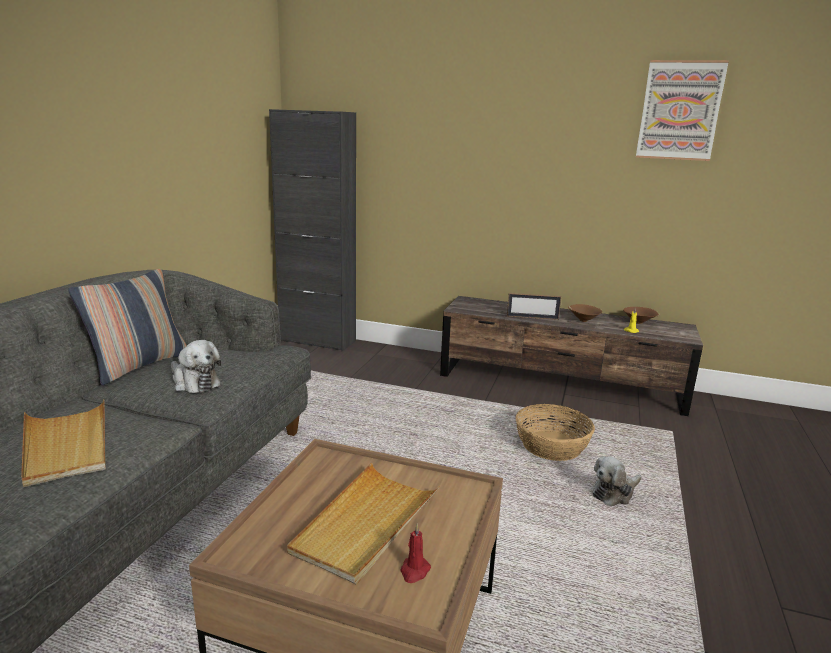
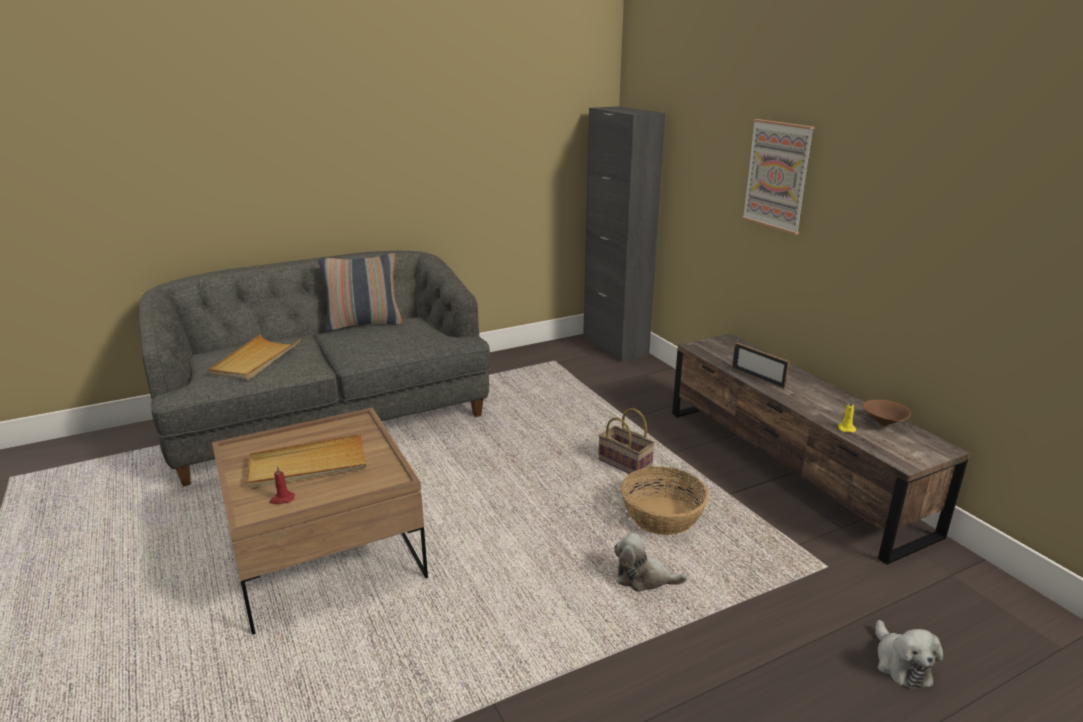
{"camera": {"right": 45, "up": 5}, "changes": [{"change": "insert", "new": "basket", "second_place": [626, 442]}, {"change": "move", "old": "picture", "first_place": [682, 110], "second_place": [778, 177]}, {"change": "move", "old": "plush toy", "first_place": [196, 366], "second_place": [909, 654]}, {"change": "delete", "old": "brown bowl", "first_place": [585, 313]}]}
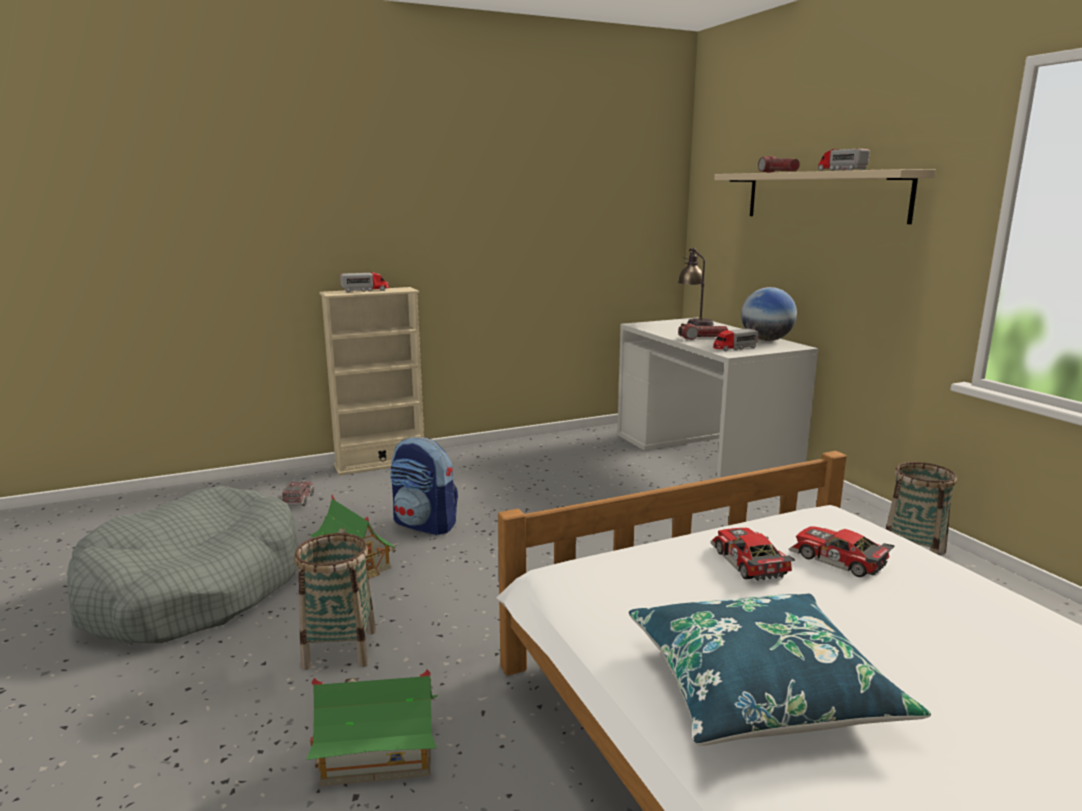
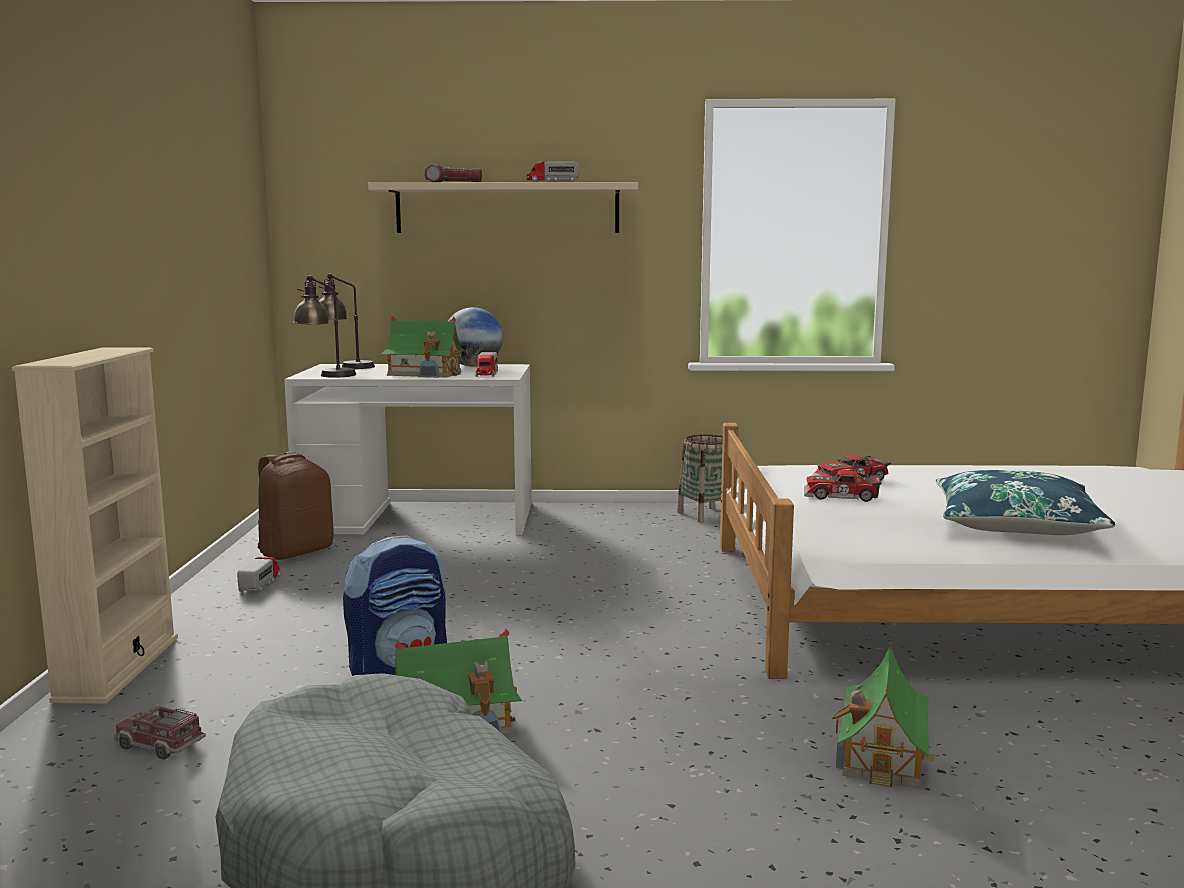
{"camera": {"right": -65, "up": -5}, "changes": [{"change": "move", "old": "toy truck", "first_place": [364, 282], "second_place": [259, 574]}, {"change": "insert", "new": "brown backpack", "second_place": [296, 505]}, {"change": "insert", "new": "table lamp", "second_place": [324, 327]}, {"change": "replace", "old": "flashlight", "new": "toy house", "first_place": [703, 331], "second_place": [423, 347]}, {"change": "delete", "old": "basket", "first_place": [335, 601]}]}
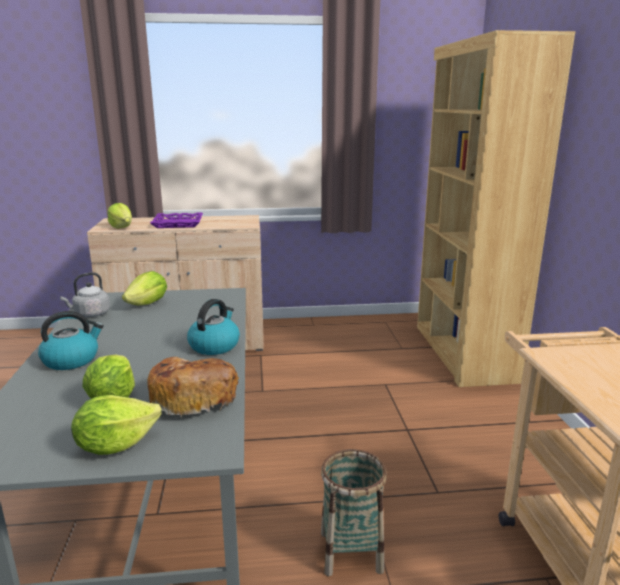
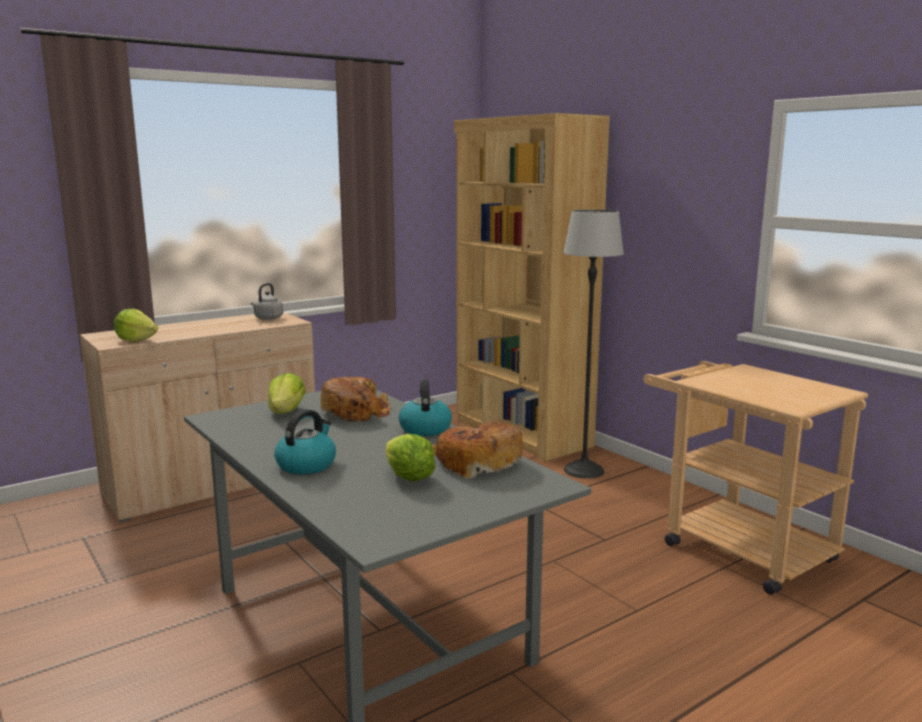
{"camera": {"right": -30, "up": -5}, "changes": [{"change": "move", "old": "grey kettle", "first_place": [85, 294], "second_place": [267, 301]}, {"change": "insert", "new": "bread", "second_place": [356, 399]}, {"change": "insert", "new": "floor lamp", "second_place": [593, 344]}, {"change": "delete", "old": "lettuce", "first_place": [116, 425]}, {"change": "delete", "old": "purple tray", "first_place": [176, 220]}, {"change": "delete", "old": "basket", "first_place": [354, 512]}]}
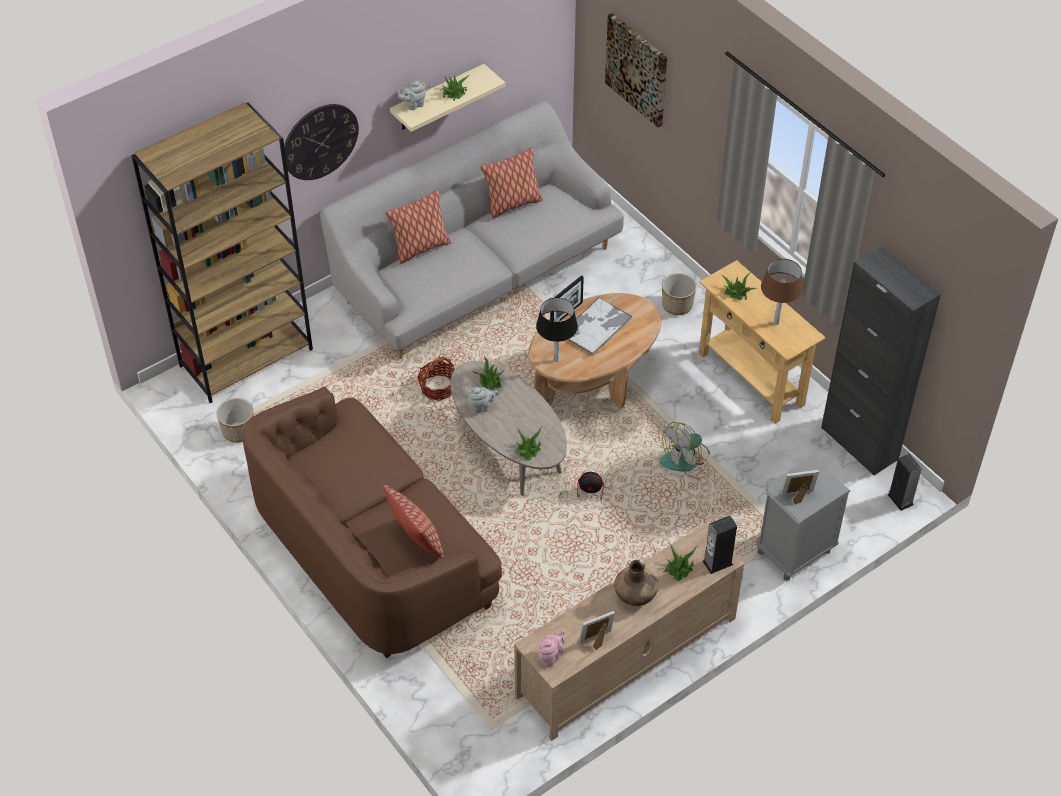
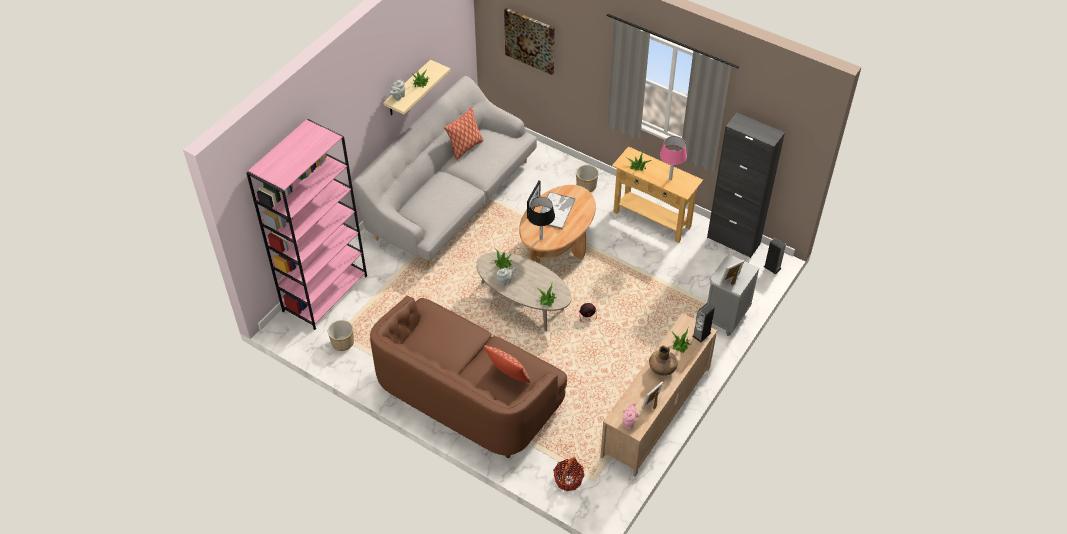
{"camera": {"right": -20, "up": 0}, "changes": [{"change": "recolor", "old": "brown bookcase", "new": "pink bookcase", "first_place": [222, 252], "second_place": [306, 224]}, {"change": "move", "old": "basket", "first_place": [436, 379], "second_place": [568, 474]}, {"change": "recolor", "old": "brown table lamp", "new": "pink table lamp", "first_place": [782, 292], "second_place": [673, 158]}, {"change": "delete", "old": "wall clock", "first_place": [321, 142]}, {"change": "delete", "old": "pillow", "first_place": [418, 227]}, {"change": "delete", "old": "fan", "first_place": [684, 446]}]}
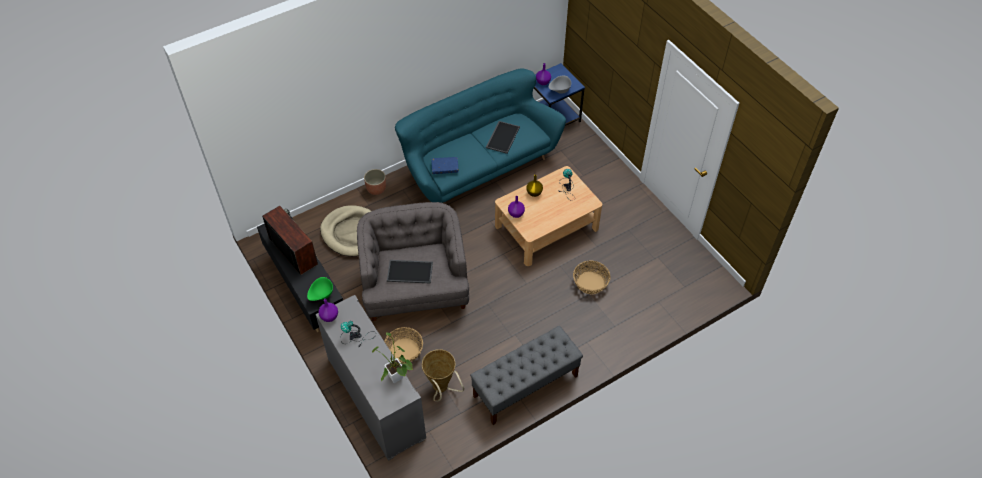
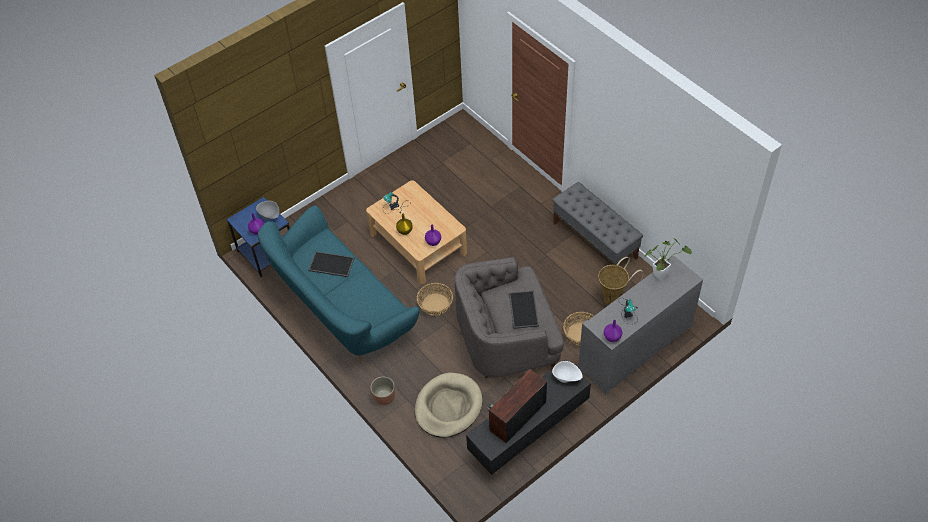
{"camera": {"right": -95, "up": 0}, "changes": [{"change": "move", "old": "basket", "first_place": [591, 277], "second_place": [435, 299]}, {"change": "recolor", "old": "green bowl", "new": "white bowl", "first_place": [320, 289], "second_place": [567, 372]}, {"change": "delete", "old": "blue book", "first_place": [445, 165]}]}
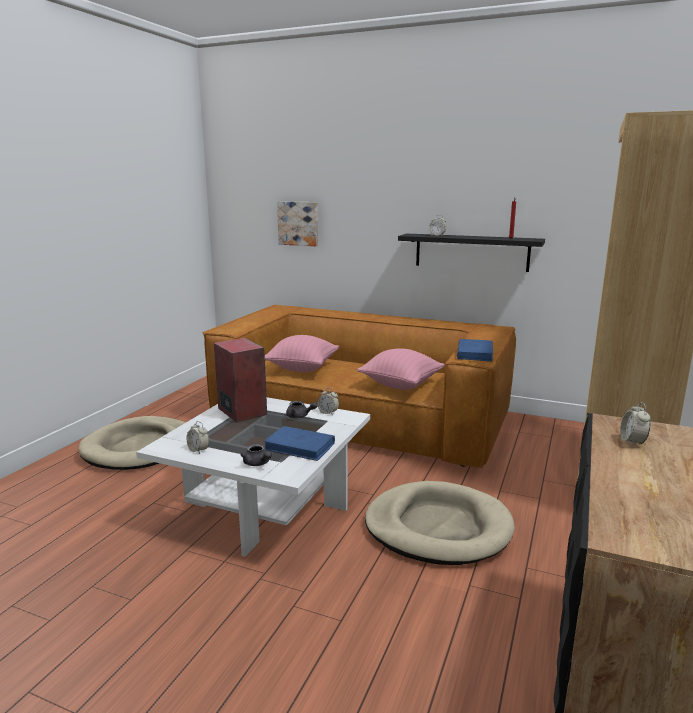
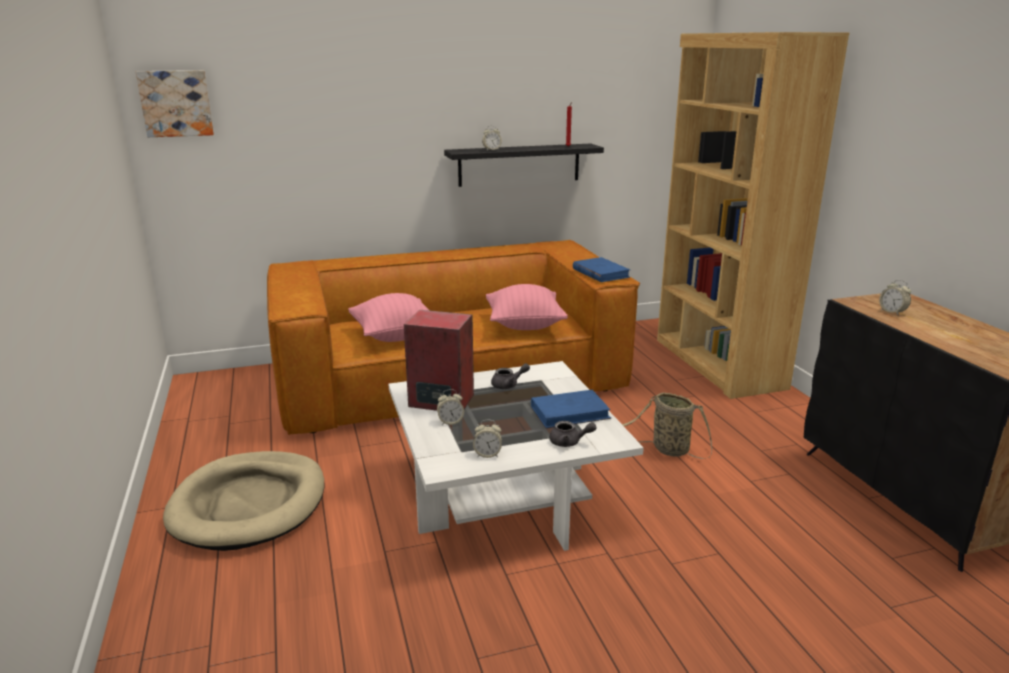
{"camera": {"right": -40, "up": 5}, "changes": [{"change": "move", "old": "picture", "first_place": [297, 223], "second_place": [175, 103]}, {"change": "move", "old": "alarm clock", "first_place": [328, 401], "second_place": [450, 407]}, {"change": "replace", "old": "beige dog bed", "new": "basket", "first_place": [440, 523], "second_place": [667, 426]}]}
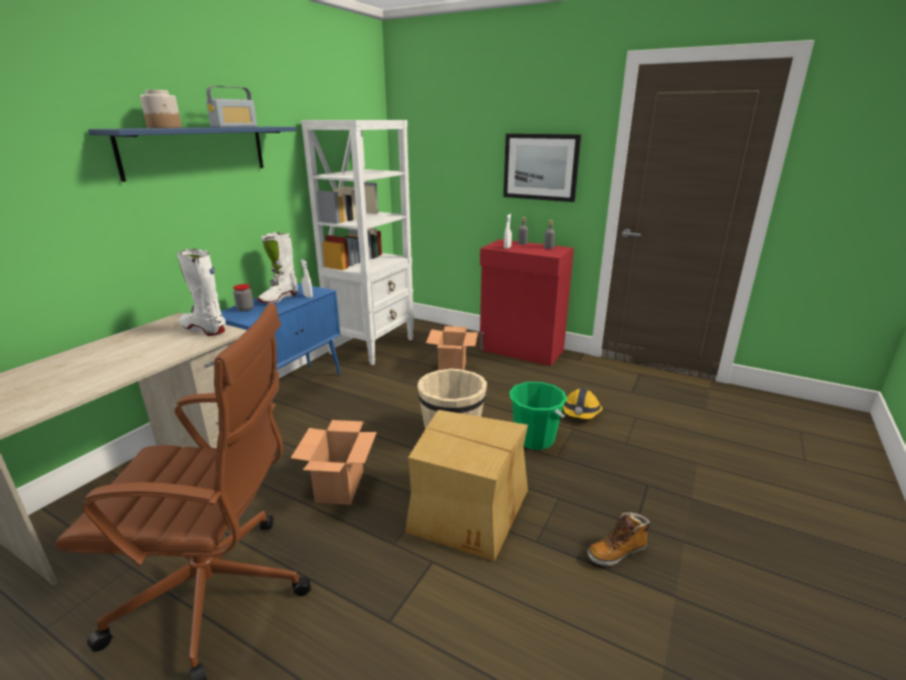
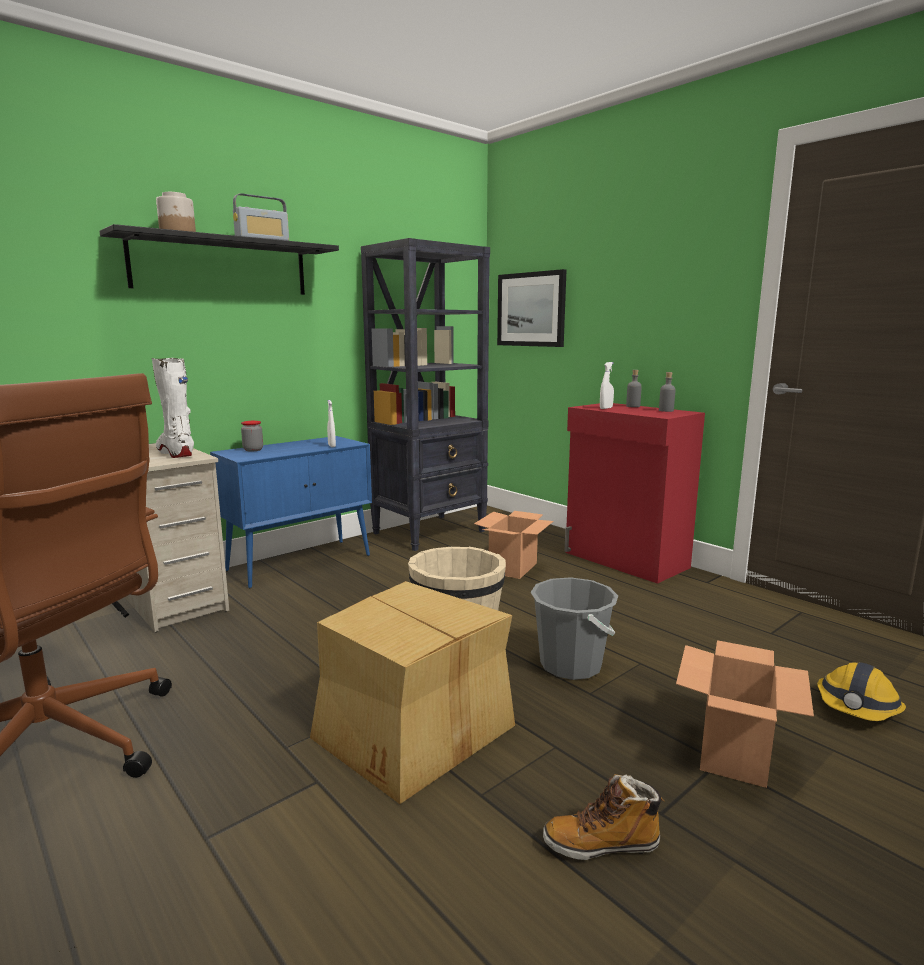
{"camera": {"right": 20, "up": -10}, "changes": [{"change": "recolor", "old": "blue shelf", "new": "black shelf", "first_place": [192, 154], "second_place": [219, 259]}, {"change": "recolor", "old": "white bookcase", "new": "black bookcase", "first_place": [357, 242], "second_place": [425, 394]}, {"change": "move", "old": "picture", "first_place": [542, 168], "second_place": [532, 308]}, {"change": "recolor", "old": "green bucket", "new": "grey bucket", "first_place": [538, 416], "second_place": [574, 628]}, {"change": "move", "old": "cardboard box", "first_place": [334, 462], "second_place": [745, 714]}, {"change": "move", "old": "hard hat", "first_place": [583, 403], "second_place": [861, 691]}, {"change": "delete", "old": "white boot", "first_place": [277, 267]}]}
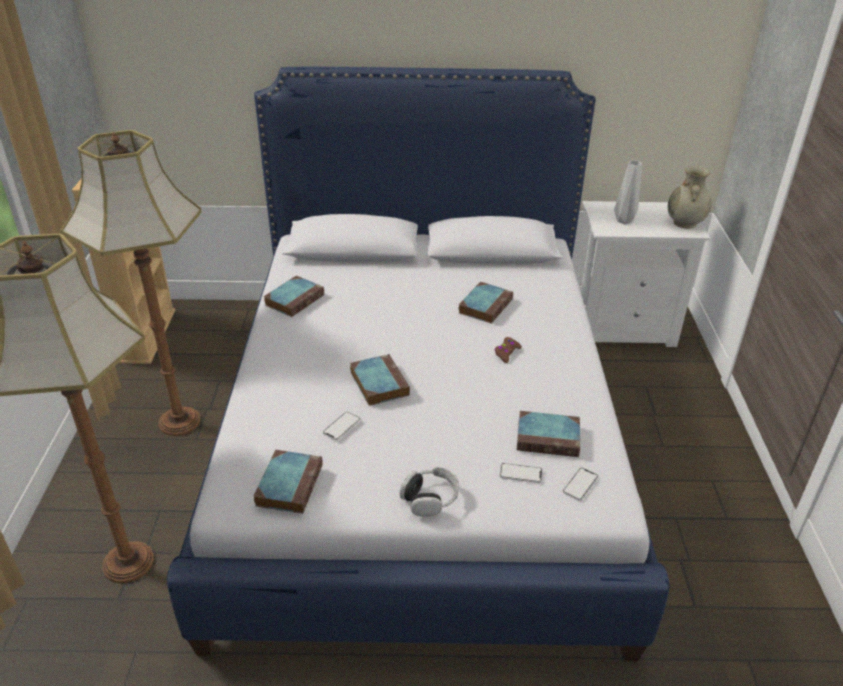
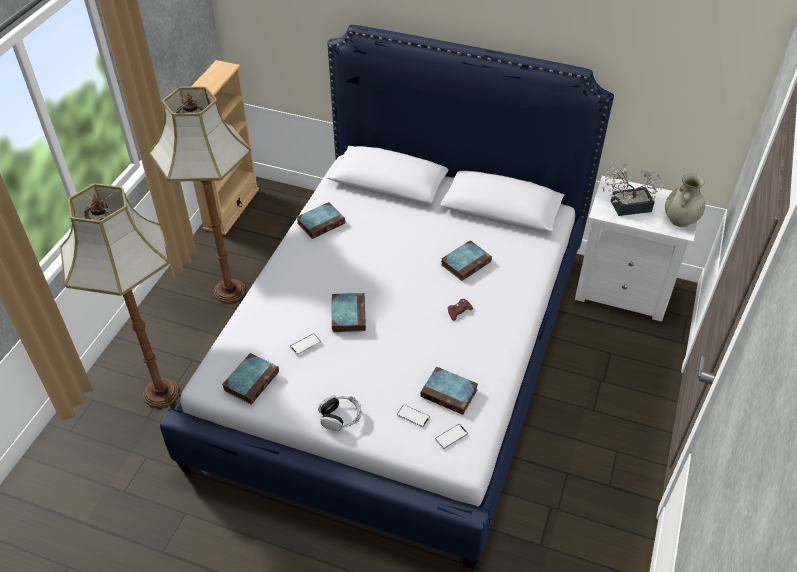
{"camera": {"right": 20, "up": 10}, "changes": [{"change": "replace", "old": "grey vase", "new": "potted plant", "first_place": [628, 192], "second_place": [633, 189]}]}
